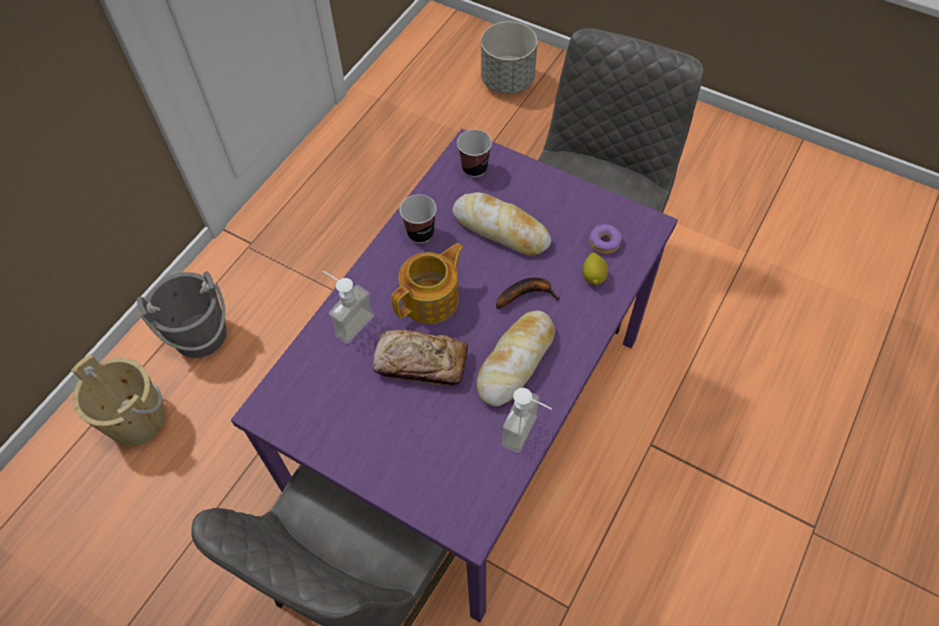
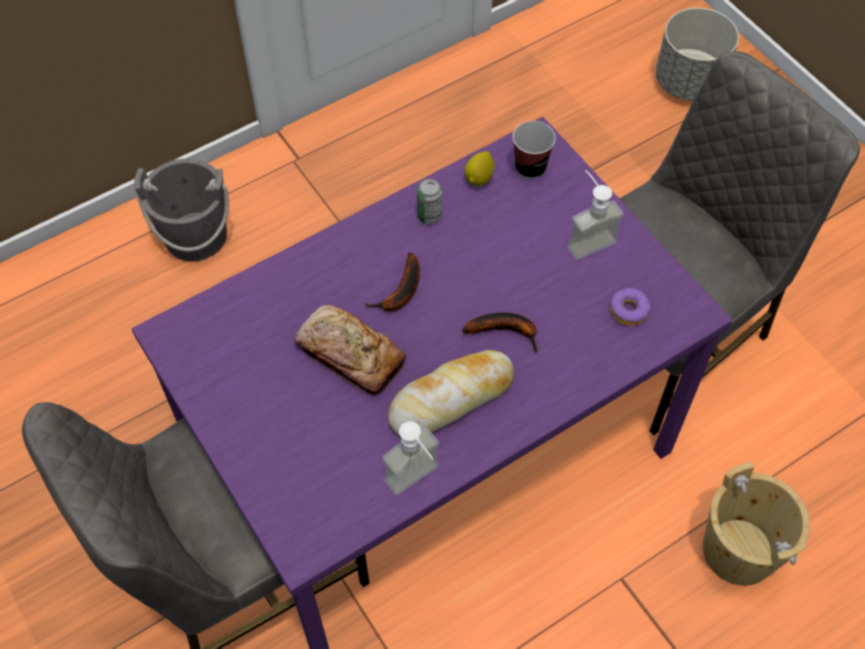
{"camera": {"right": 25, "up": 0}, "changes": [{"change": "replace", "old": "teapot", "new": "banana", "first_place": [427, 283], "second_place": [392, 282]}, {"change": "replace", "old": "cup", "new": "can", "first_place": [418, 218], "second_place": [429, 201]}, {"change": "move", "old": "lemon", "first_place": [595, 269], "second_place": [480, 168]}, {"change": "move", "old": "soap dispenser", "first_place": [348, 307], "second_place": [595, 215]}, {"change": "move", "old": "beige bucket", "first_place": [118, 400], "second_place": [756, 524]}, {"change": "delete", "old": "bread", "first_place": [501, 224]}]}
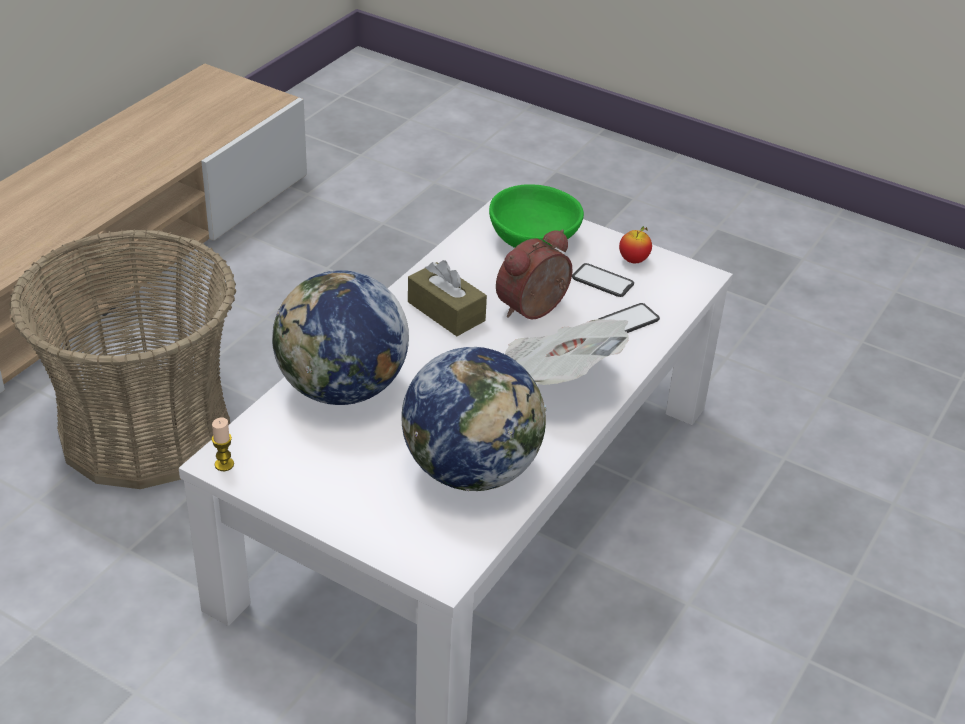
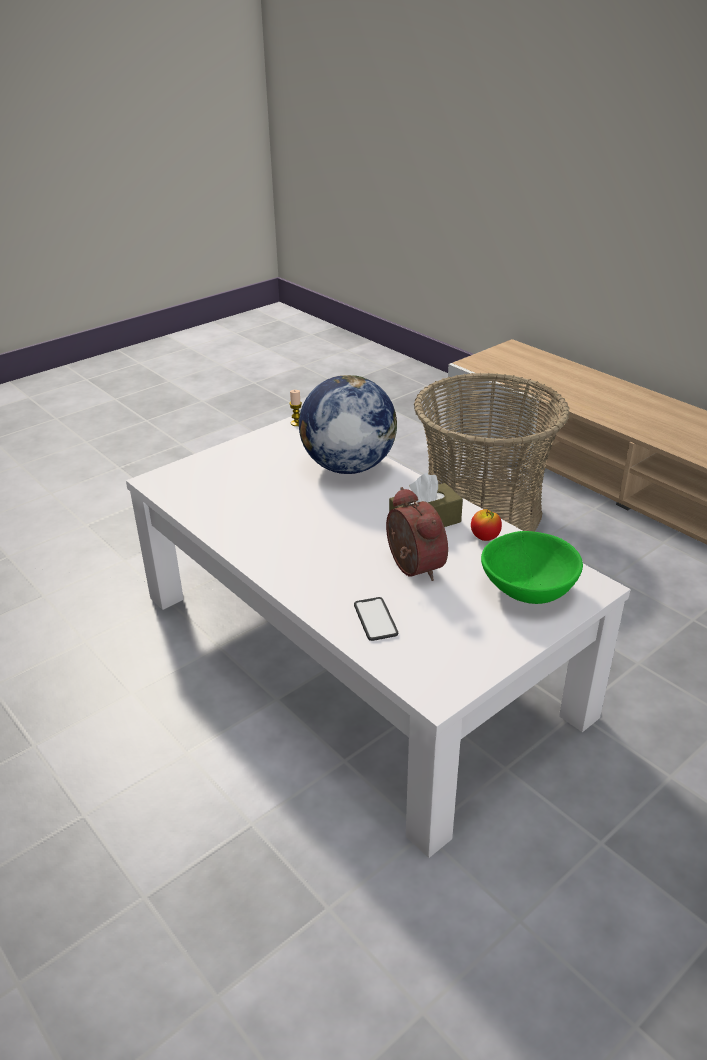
{"camera": {"right": 110, "up": -5}, "changes": [{"change": "move", "old": "apple", "first_place": [635, 244], "second_place": [486, 525]}, {"change": "delete", "old": "globe", "first_place": [474, 419]}, {"change": "delete", "old": "newspaper", "first_place": [567, 352]}, {"change": "delete", "old": "phone", "first_place": [603, 280]}]}
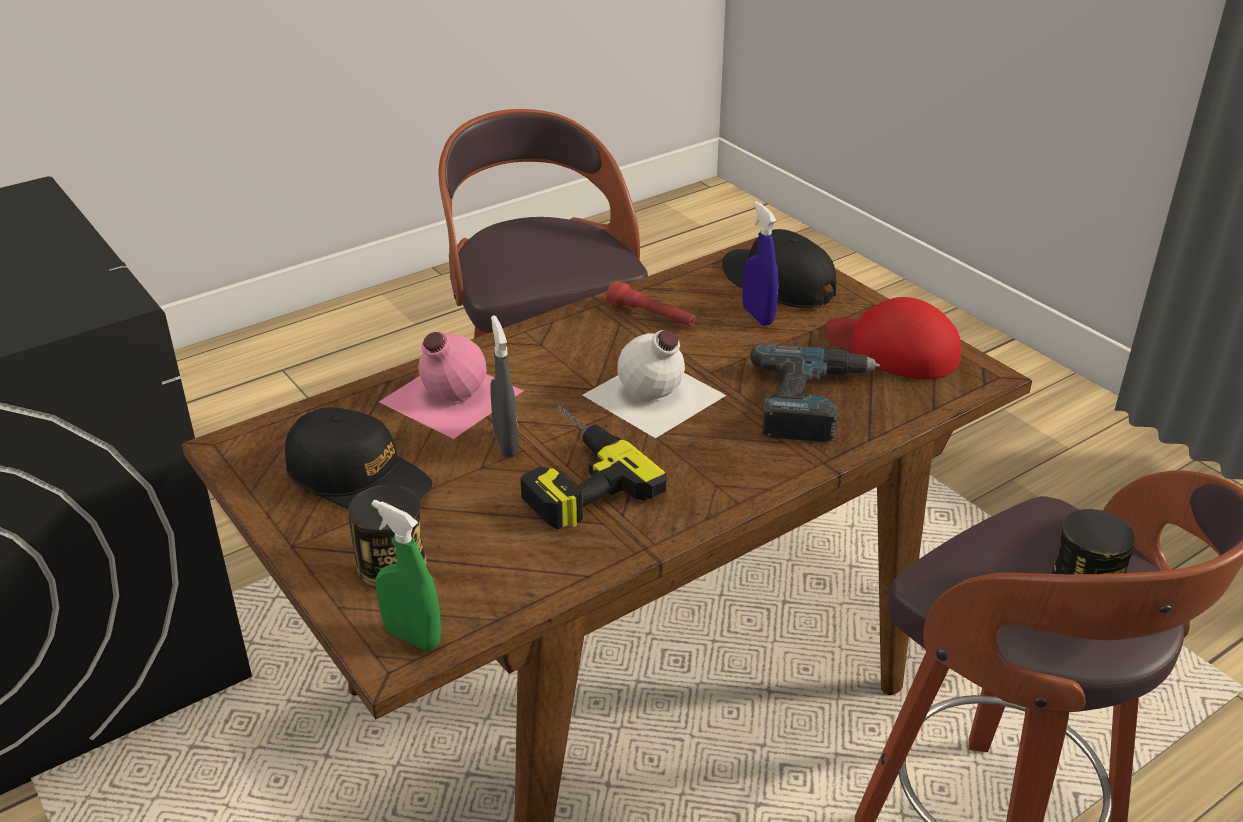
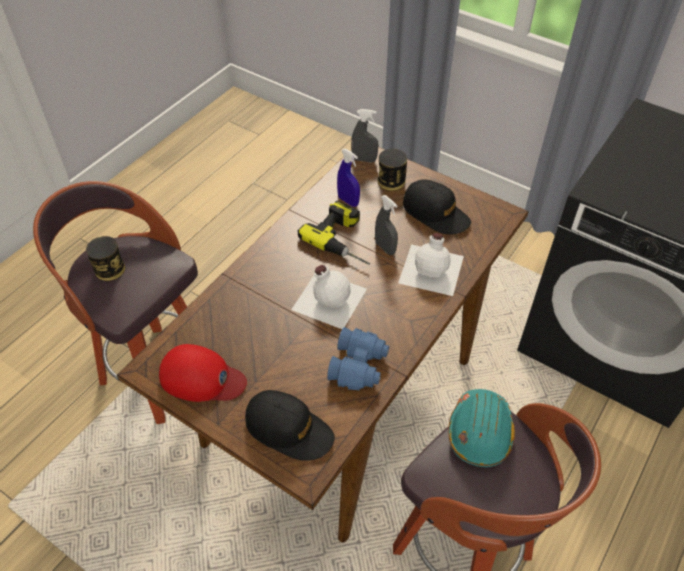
{"camera": {"right": 160, "up": 15}, "changes": [{"change": "replace", "old": "red flashlight", "new": "blue binoculars", "first_place": [651, 303], "second_place": [358, 358]}, {"change": "move", "old": "blue spray bottle", "first_place": [760, 263], "second_place": [348, 178]}, {"change": "recolor", "old": "green spray bottle", "new": "grey spray bottle", "first_place": [406, 575], "second_place": [364, 135]}, {"change": "recolor", "old": "pink bottle", "new": "white bottle", "first_place": [451, 385], "second_place": [431, 264]}, {"change": "rotate", "old": "black cap", "first_place": [358, 458], "second_place": [437, 206], "degrees": -150}, {"change": "insert", "new": "turquoise hard hat", "second_place": [481, 428]}, {"change": "delete", "old": "power drill", "first_place": [815, 393]}]}
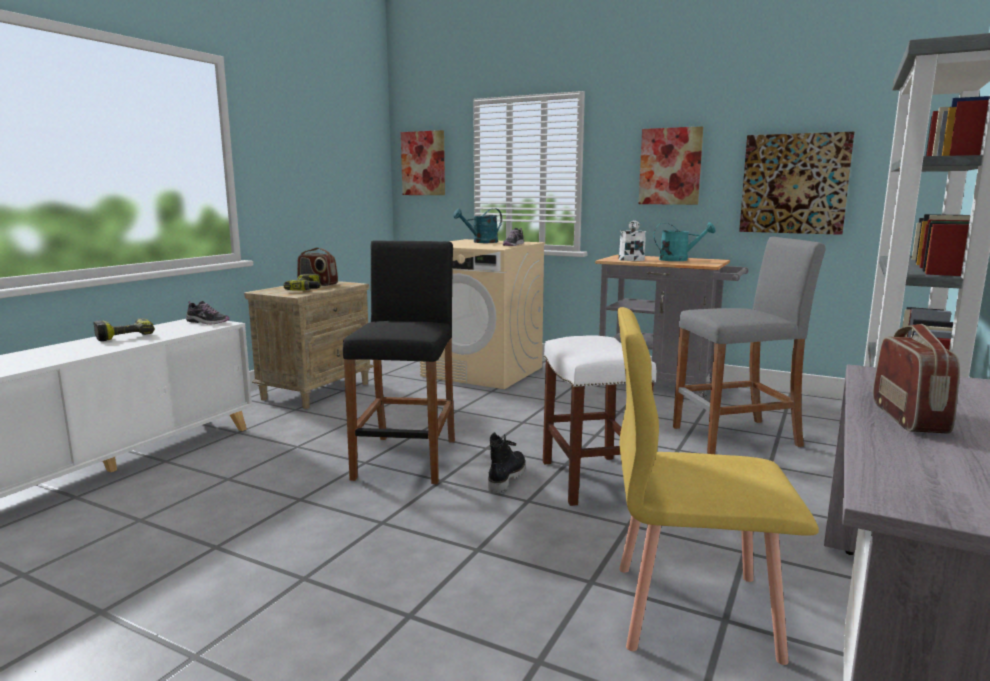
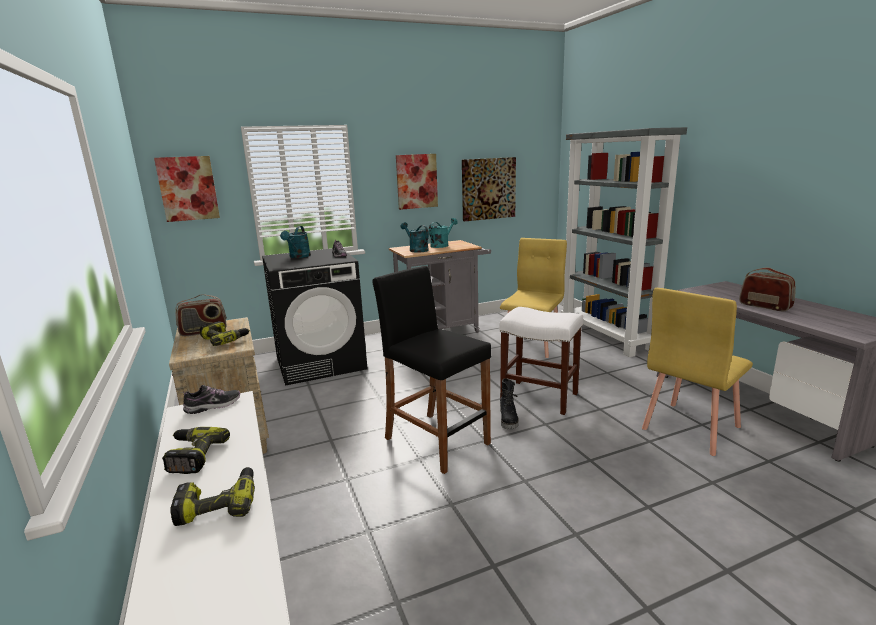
{"camera": {"right": -50, "up": 5}, "changes": [{"change": "insert", "new": "power drill", "second_place": [212, 496]}, {"change": "recolor", "old": "beige washing machine", "new": "black washing machine", "first_place": [482, 314], "second_place": [314, 317]}, {"change": "recolor", "old": "white watering can", "new": "turquoise watering can", "first_place": [632, 240], "second_place": [415, 237]}, {"change": "replace", "old": "grey stool", "new": "yellow chair", "first_place": [749, 345], "second_place": [533, 298]}, {"change": "rotate", "old": "black boot", "first_place": [507, 462], "second_place": [509, 403], "degrees": -150}]}
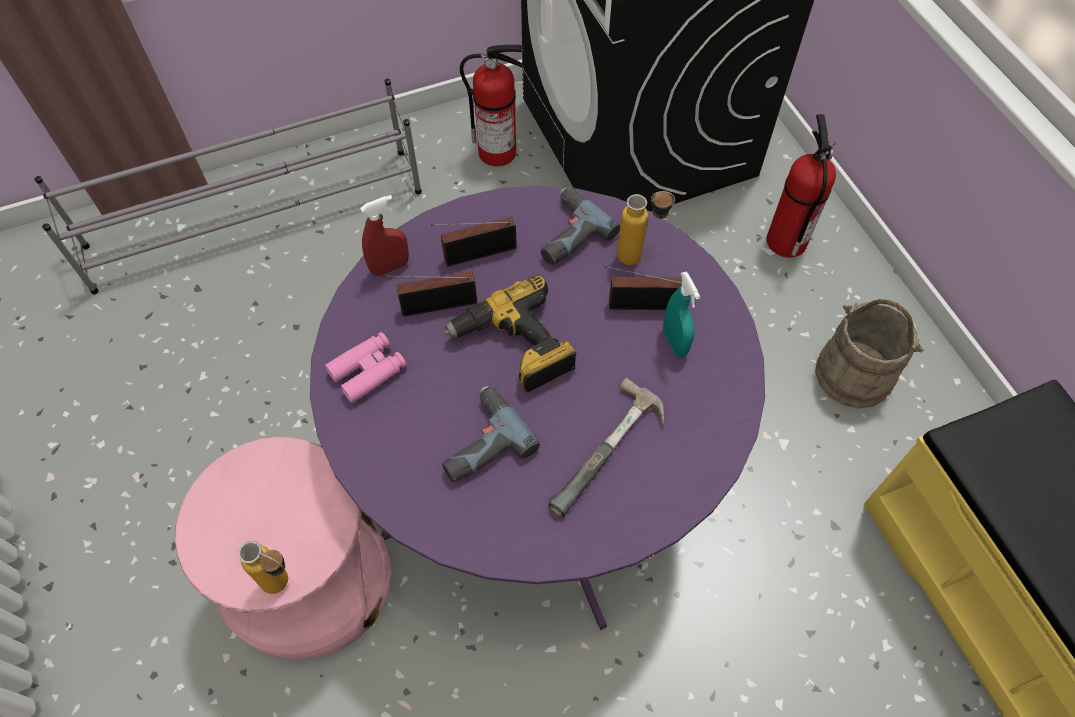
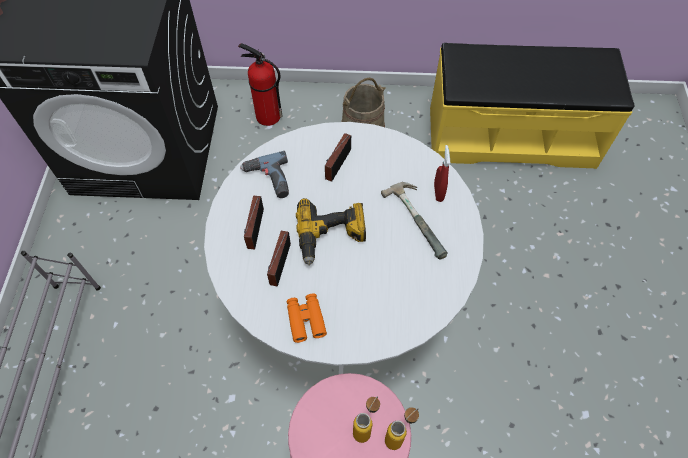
{"camera": {"right": -65, "up": 0}, "changes": [{"change": "recolor", "old": "purple dining table", "new": "white dining table", "first_place": [537, 408], "second_place": [344, 248]}, {"change": "recolor", "old": "pink binoculars", "new": "orange binoculars", "first_place": [366, 367], "second_place": [307, 318]}, {"change": "move", "old": "bottle", "first_place": [646, 228], "second_place": [366, 419]}, {"change": "move", "old": "red spray bottle", "first_place": [384, 235], "second_place": [442, 173]}, {"change": "delete", "old": "power drill", "first_place": [491, 434]}, {"change": "delete", "old": "fire extinguisher", "first_place": [492, 105]}, {"change": "delete", "old": "turquoise spray bottle", "first_place": [681, 315]}]}
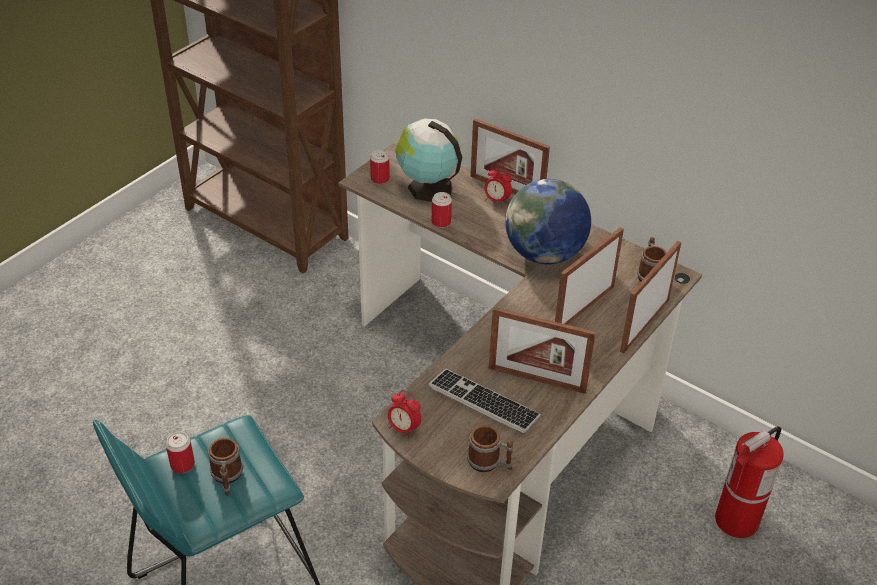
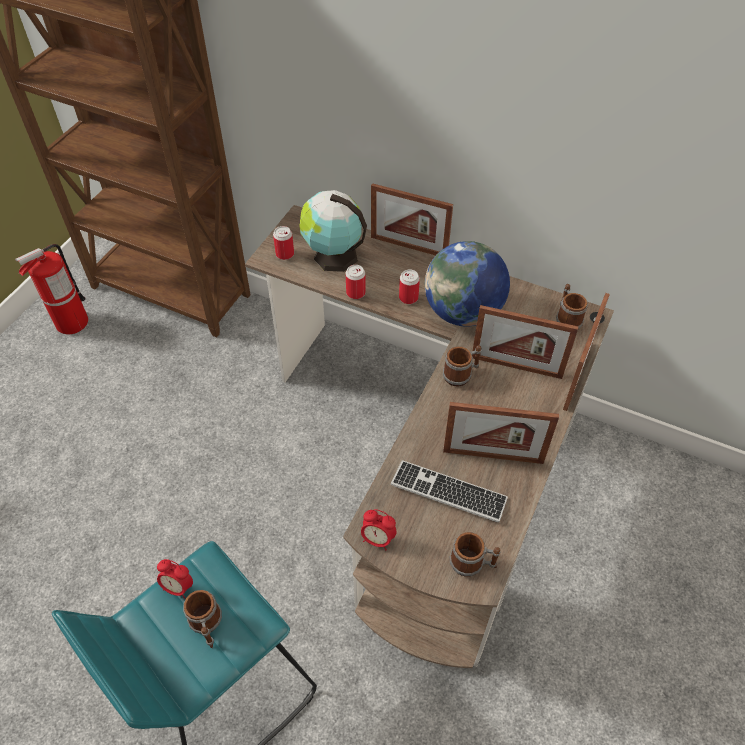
{"camera": {"right": -10, "up": 10}, "changes": [{"change": "move", "old": "fire extinguisher", "first_place": [749, 482], "second_place": [51, 289]}, {"change": "move", "old": "alarm clock", "first_place": [498, 186], "second_place": [175, 579]}, {"change": "move", "old": "can", "first_place": [180, 452], "second_place": [409, 286]}, {"change": "insert", "new": "mug", "second_place": [462, 366]}, {"change": "rotate", "old": "picture frame", "first_place": [589, 276], "second_place": [525, 342], "degrees": -105}]}
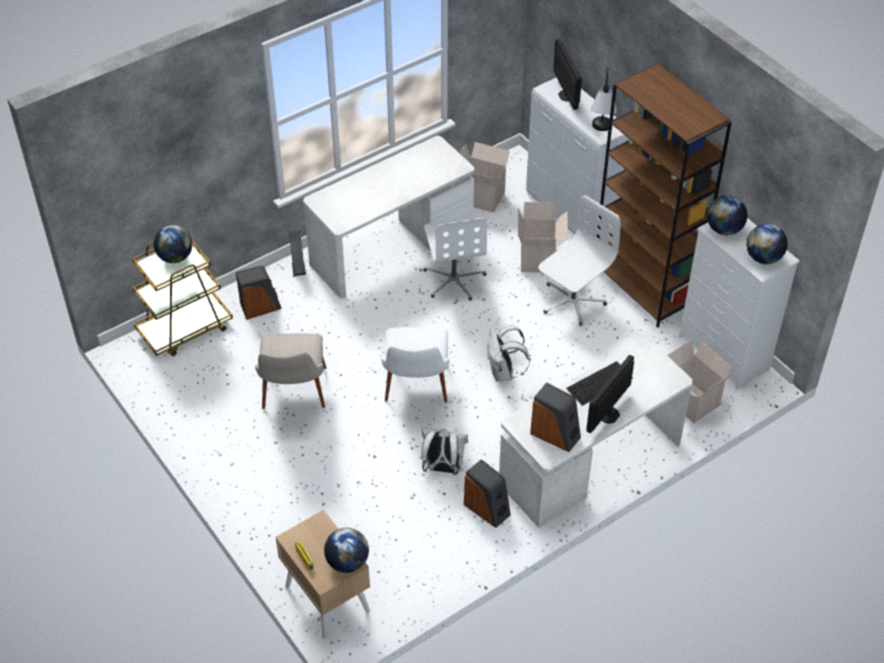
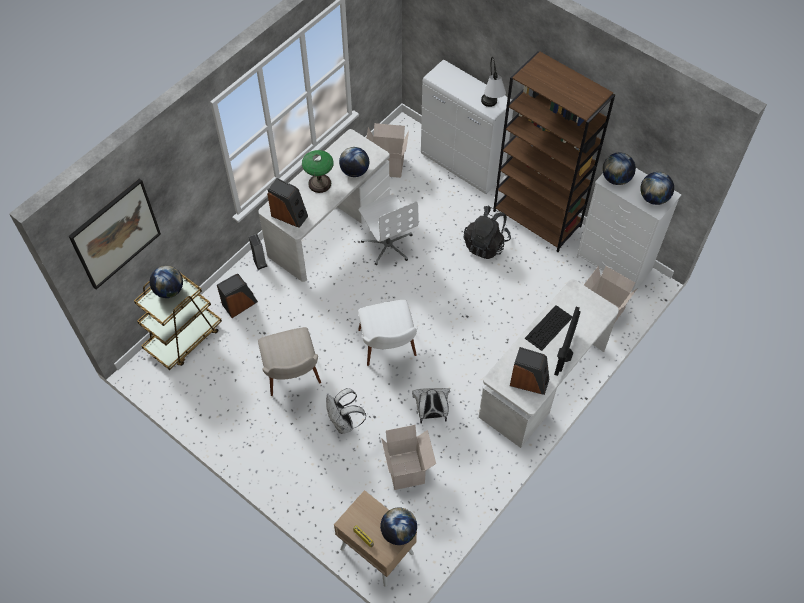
{"camera": {"right": -15, "up": 10}, "changes": [{"change": "insert", "new": "picture", "second_place": [115, 234]}, {"change": "move", "old": "speaker", "first_place": [487, 493], "second_place": [287, 203]}, {"change": "insert", "new": "table lamp", "second_place": [318, 171]}, {"change": "move", "old": "white backpack", "first_place": [508, 353], "second_place": [346, 411]}, {"change": "insert", "new": "globe", "second_place": [354, 162]}, {"change": "move", "old": "cardboard box", "first_place": [543, 237], "second_place": [408, 457]}, {"change": "replace", "old": "white office chair", "new": "black backpack", "first_place": [579, 260], "second_place": [487, 232]}, {"change": "delete", "old": "monitor", "first_place": [567, 74]}]}
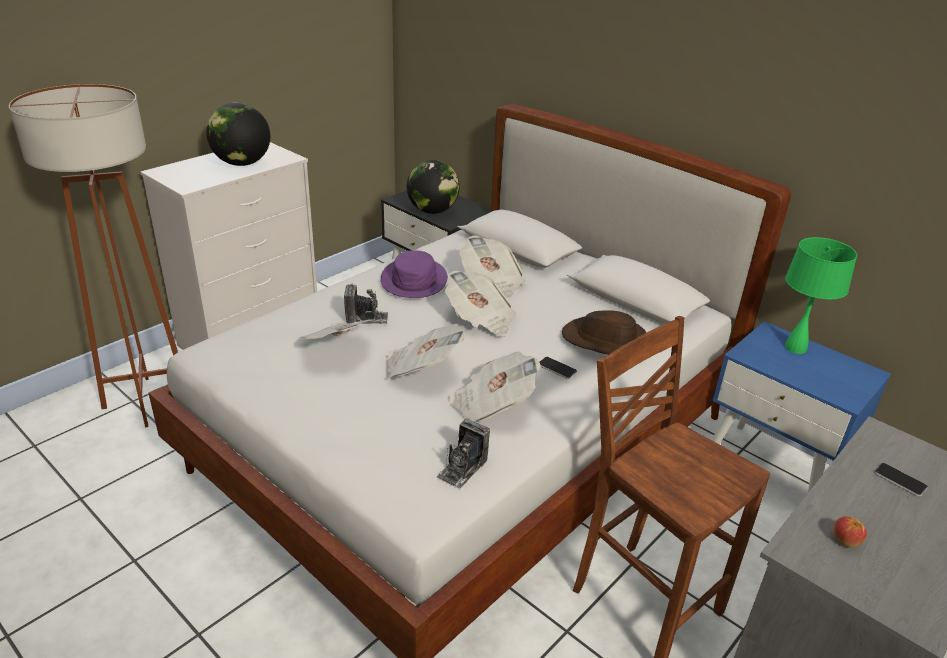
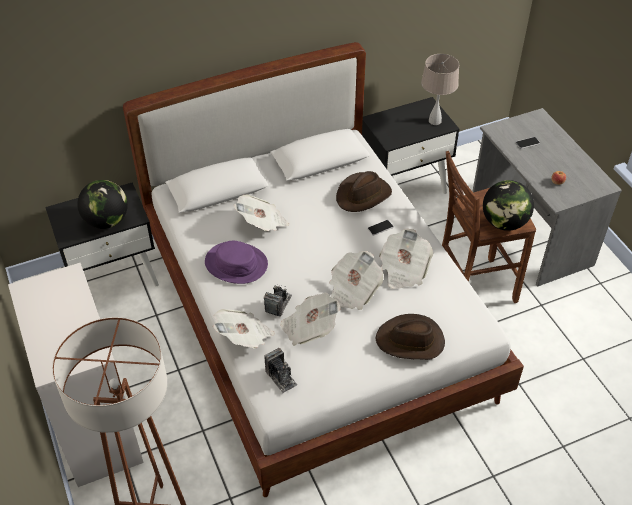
{"camera": {"right": -65, "up": 15}, "changes": [{"change": "move", "old": "newspaper", "first_place": [480, 303], "second_place": [244, 328]}, {"change": "move", "old": "photo camera", "first_place": [463, 454], "second_place": [280, 370]}, {"change": "recolor", "old": "blue nightstand", "new": "black nightstand", "first_place": [801, 407], "second_place": [411, 145]}, {"change": "insert", "new": "brown hat", "second_place": [410, 337]}, {"change": "insert", "new": "beige table lamp", "second_place": [440, 89]}, {"change": "move", "old": "globe", "first_place": [238, 134], "second_place": [508, 205]}, {"change": "delete", "old": "green table lamp", "first_place": [821, 295]}]}
